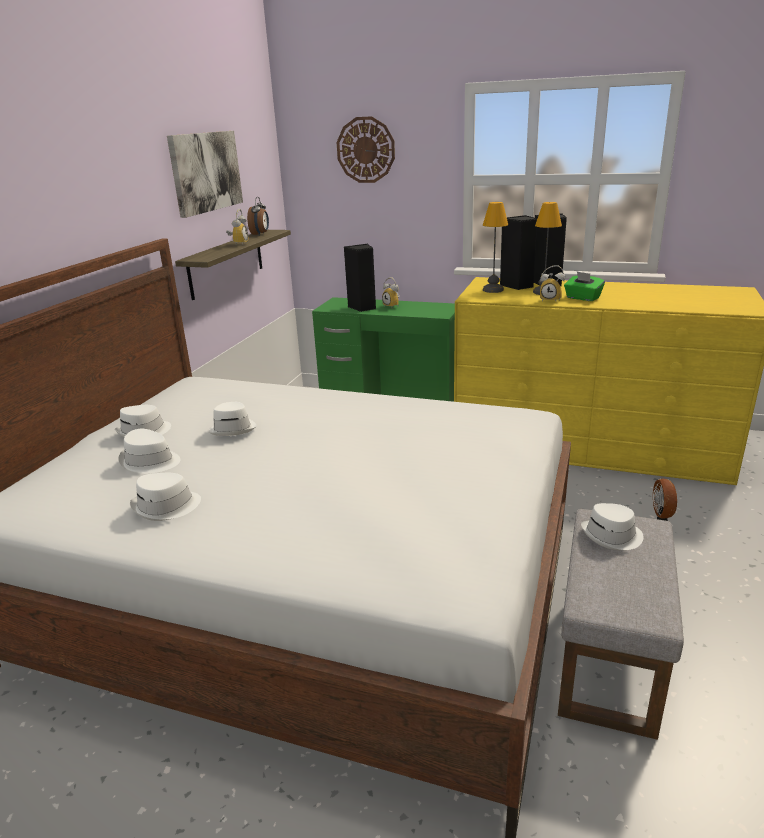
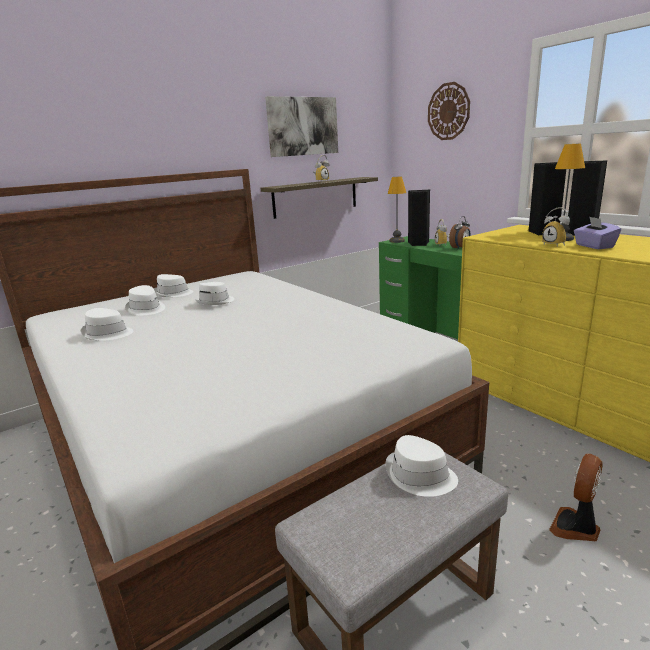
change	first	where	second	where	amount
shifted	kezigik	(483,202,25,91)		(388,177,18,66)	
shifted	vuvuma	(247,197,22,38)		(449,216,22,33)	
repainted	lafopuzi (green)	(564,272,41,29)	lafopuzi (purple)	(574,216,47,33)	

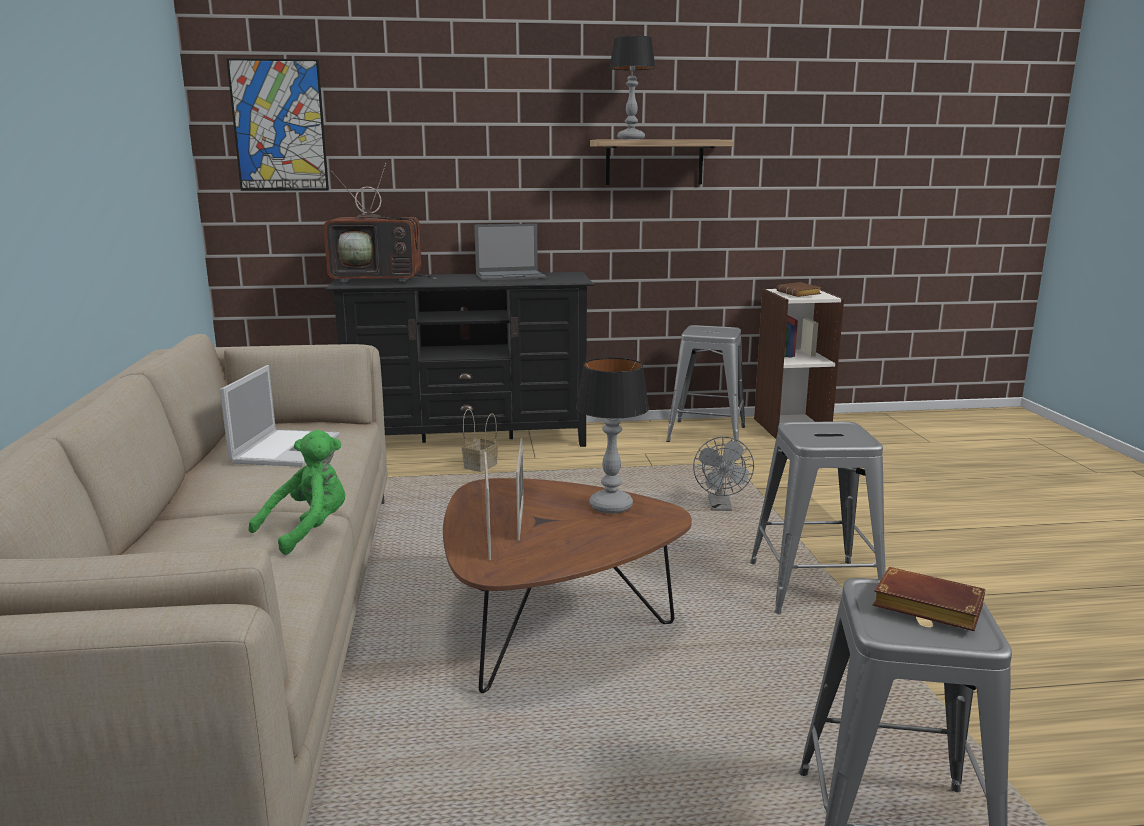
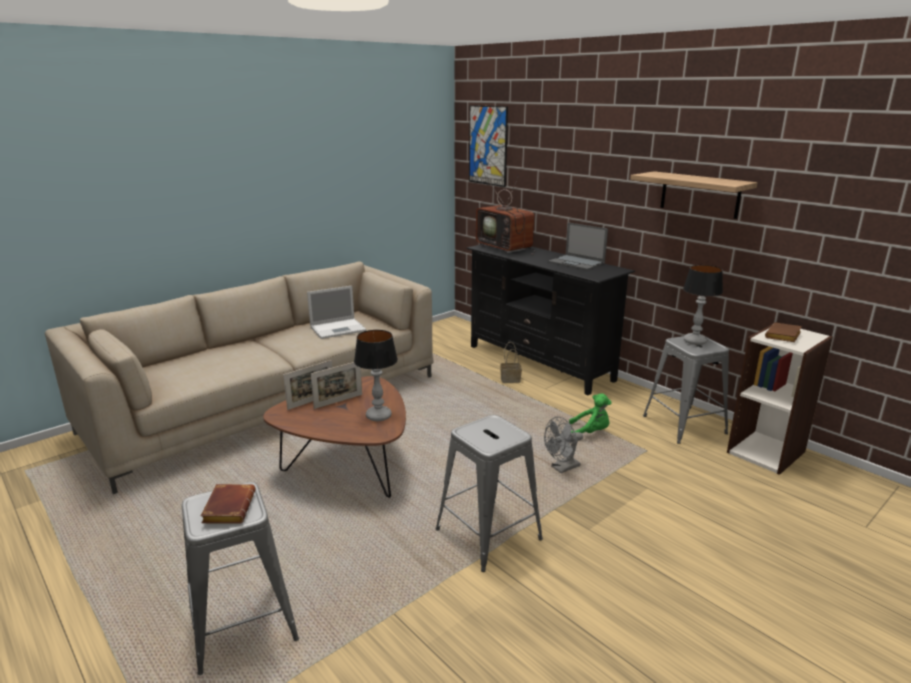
change	first	where	second	where	amount
shifted	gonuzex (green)	(248,430,97,125)		(569,394,43,40)	
shifted	kezigik	(609,36,47,103)		(683,265,40,80)	

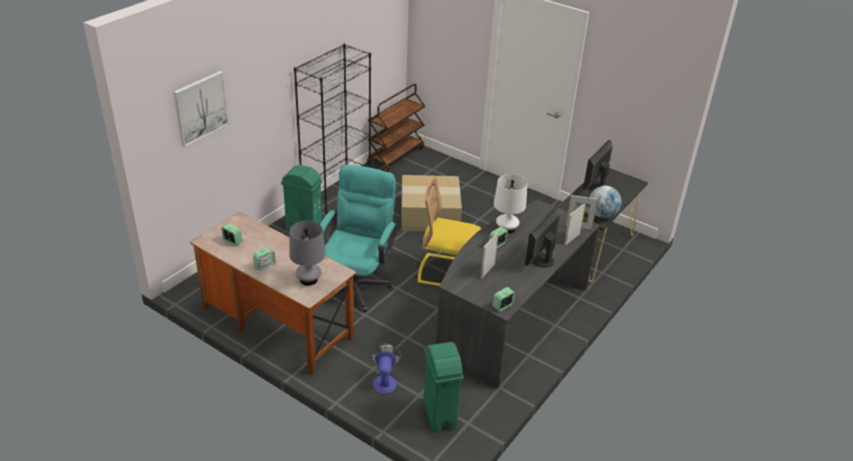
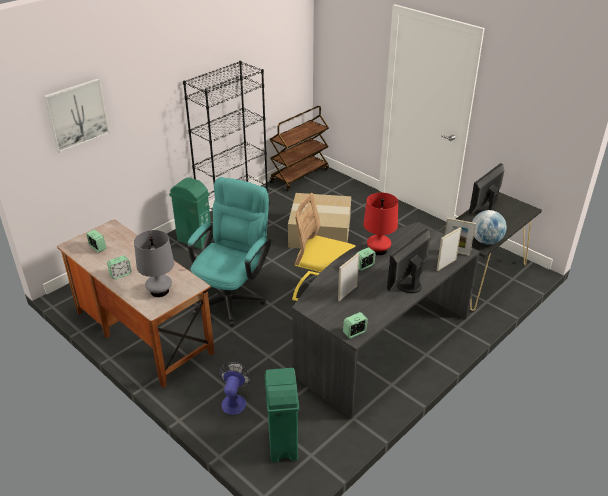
change	first	where	second	where	amount
repainted	kezigik (white)	(494,174,33,60)	kezigik (red)	(363,193,35,62)	

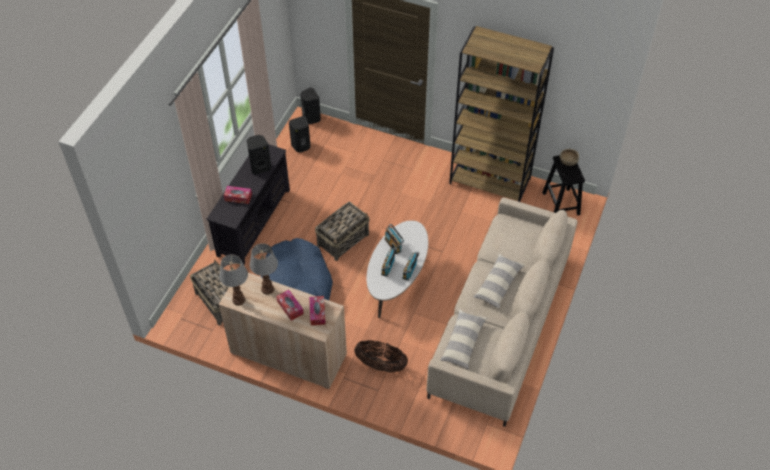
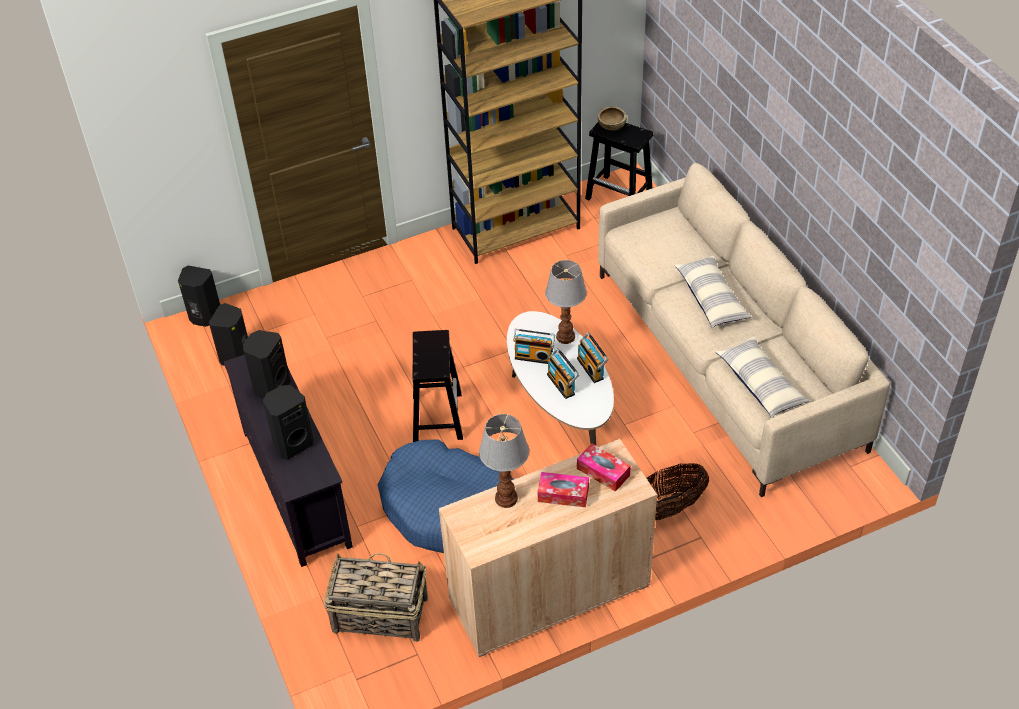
change	first	where	second	where	amount
swapped	lafopuzi	(224,186,28,18)	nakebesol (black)	(263,385,51,74)	
swapped	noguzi	(315,201,55,60)	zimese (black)	(413,330,50,112)	
shifted	kezigik	(219,255,29,51)		(545,260,42,84)	

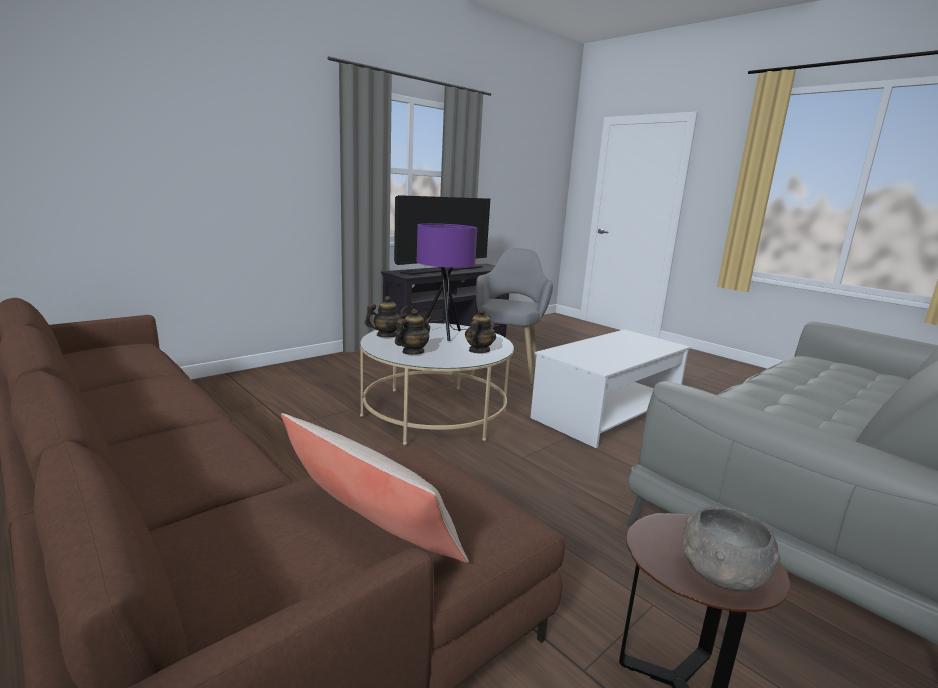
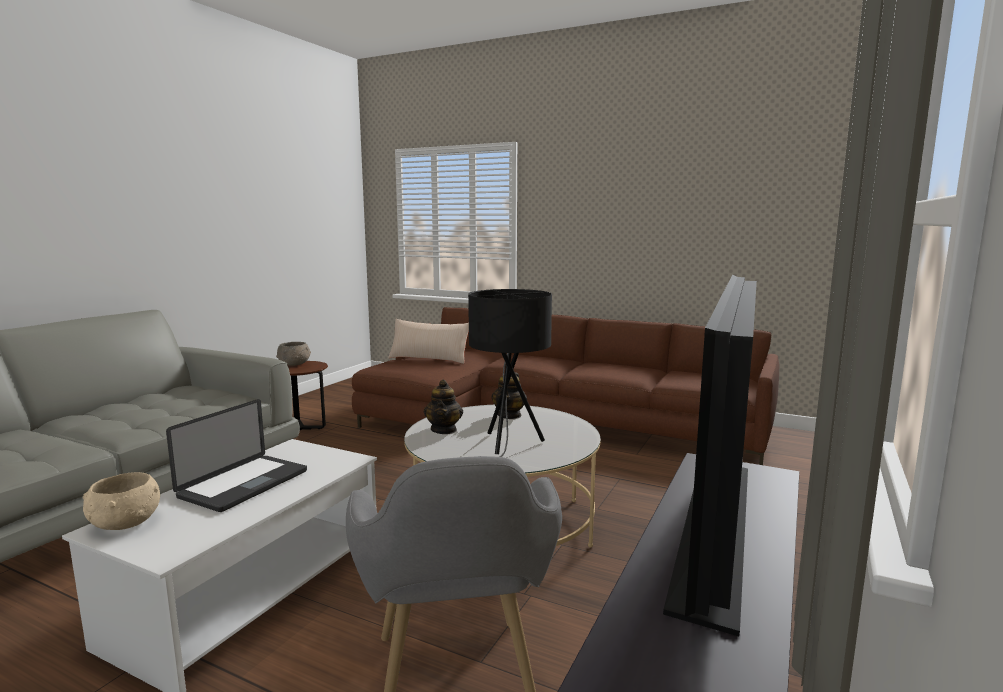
change	first	where	second	where	amount
new			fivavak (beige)	(83,472,77,58)	
new			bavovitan	(166,399,141,113)	
repainted	kezigik (purple)	(416,223,61,118)	kezigik (black)	(468,289,84,168)	
gone	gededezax	(365,296,43,41)			

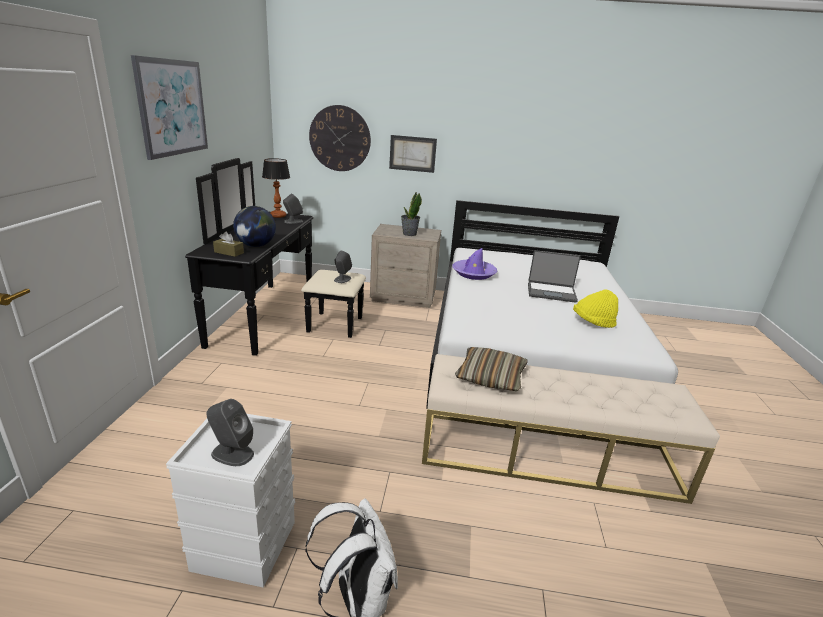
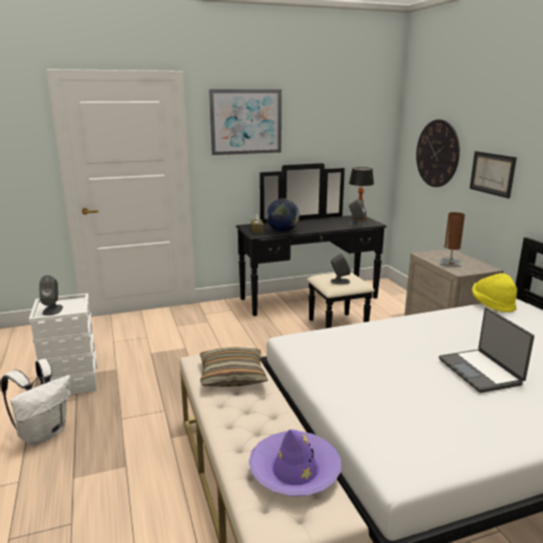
change	first	where	second	where	amount
shifted	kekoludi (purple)	(453,248,44,32)		(249,429,92,67)	
swapped	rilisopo	(401,192,21,44)	kezigik (brown)	(440,212,25,55)	
shifted	kekoludi (yellow)	(573,289,45,39)		(472,273,45,40)	

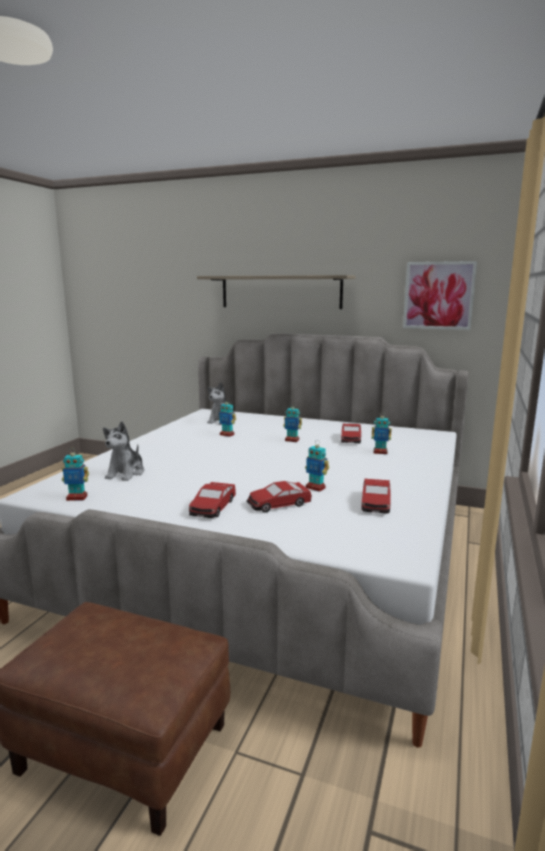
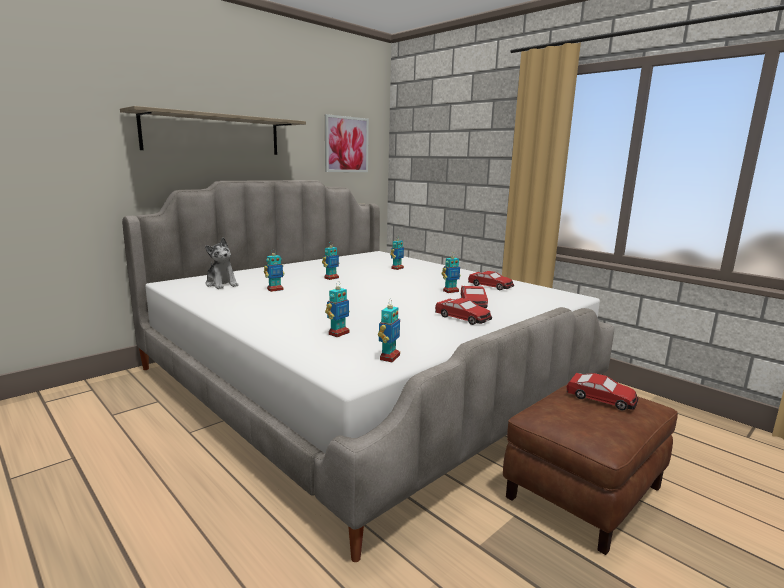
change	first	where	second	where	amount
swapped	gonuzex	(103,421,41,60)	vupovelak	(325,281,25,56)	
shifted	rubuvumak	(341,424,20,19)		(567,373,72,37)	

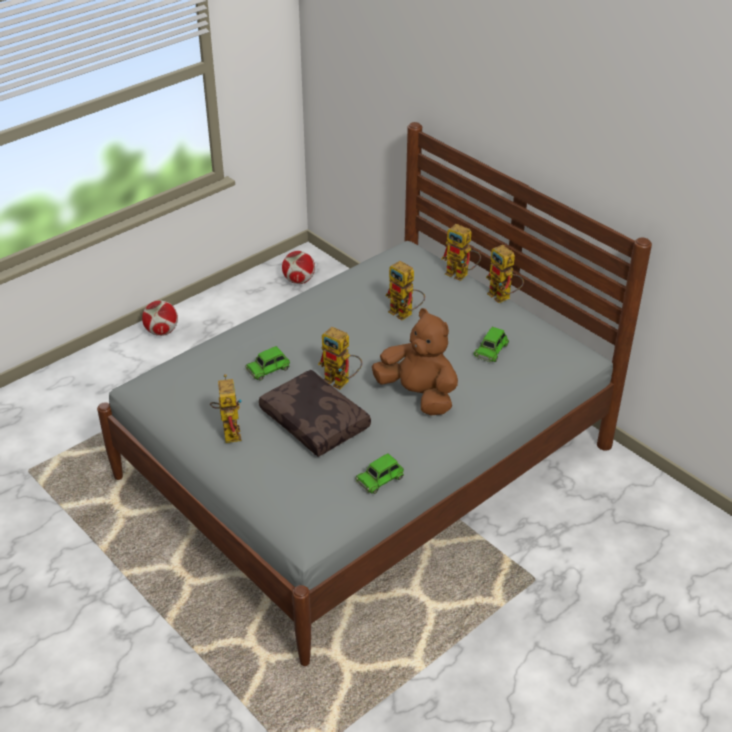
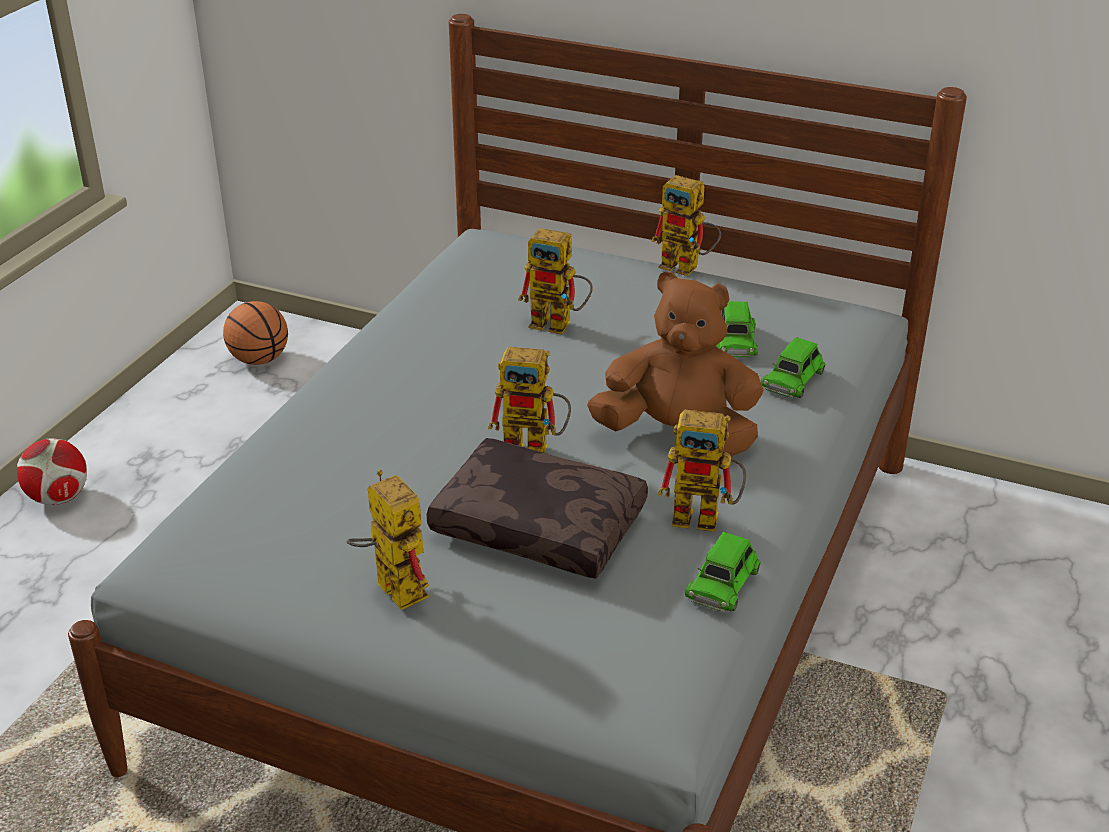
change	first	where	second	where	amount
swapped	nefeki	(282,251,33,33)	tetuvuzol	(223,301,65,64)	
shifted	vupovelak	(441,224,40,57)		(658,410,88,122)	
shifted	rubuvumak (green)	(245,346,45,35)		(761,337,65,61)	

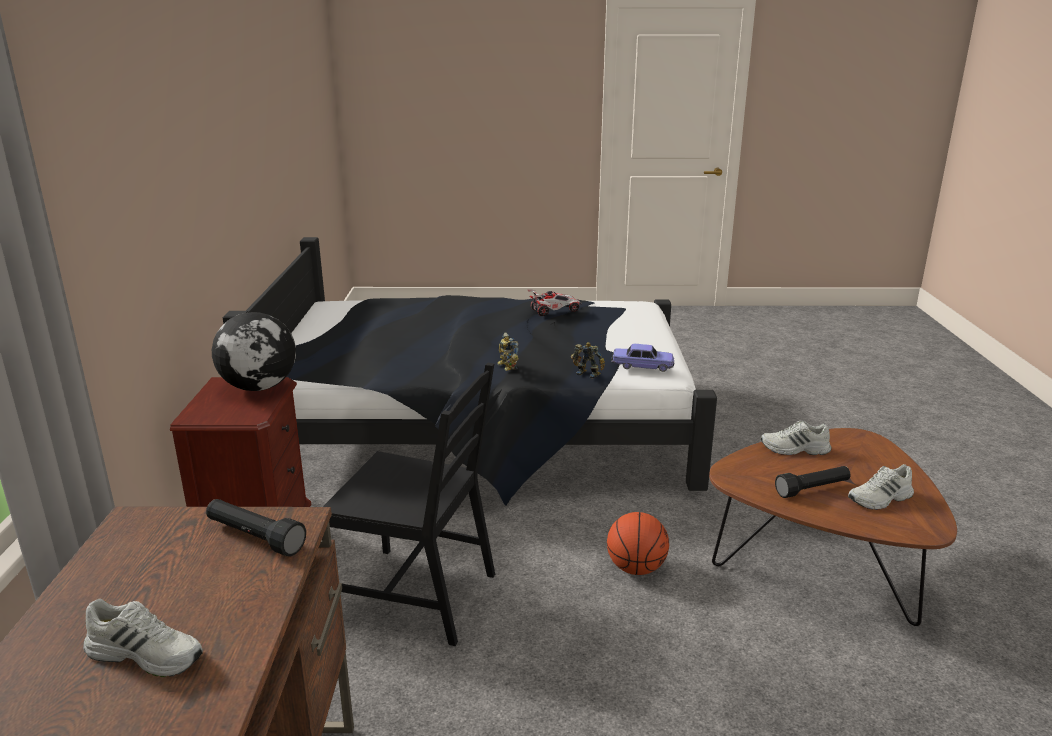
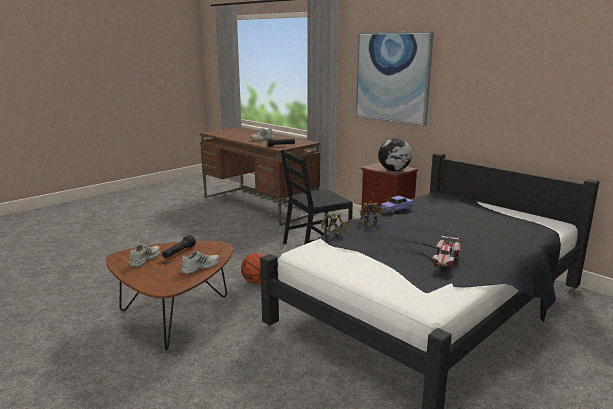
change	first	where	second	where	amount
new			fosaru	(355,32,79,94)	
shifted	rubuvumak	(611,344,63,28)		(380,196,34,17)	

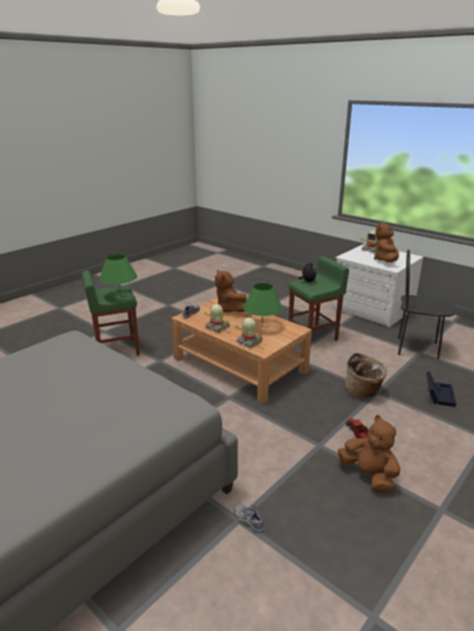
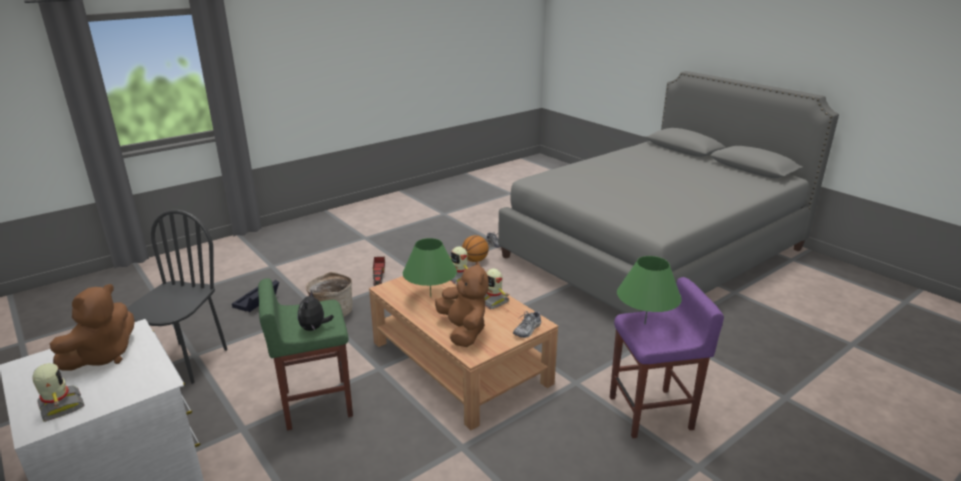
change	first	where	second	where	amount
rotated	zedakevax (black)	(398,249,58,111)		(127,210,100,174)	105 degrees counterclockwise
new			tetuvuzol	(462,235,27,27)	
repainted	zimese (green)	(82,270,58,86)	zimese (purple)	(610,277,114,161)	
gone	gonuzex (brown)	(338,415,62,78)			

